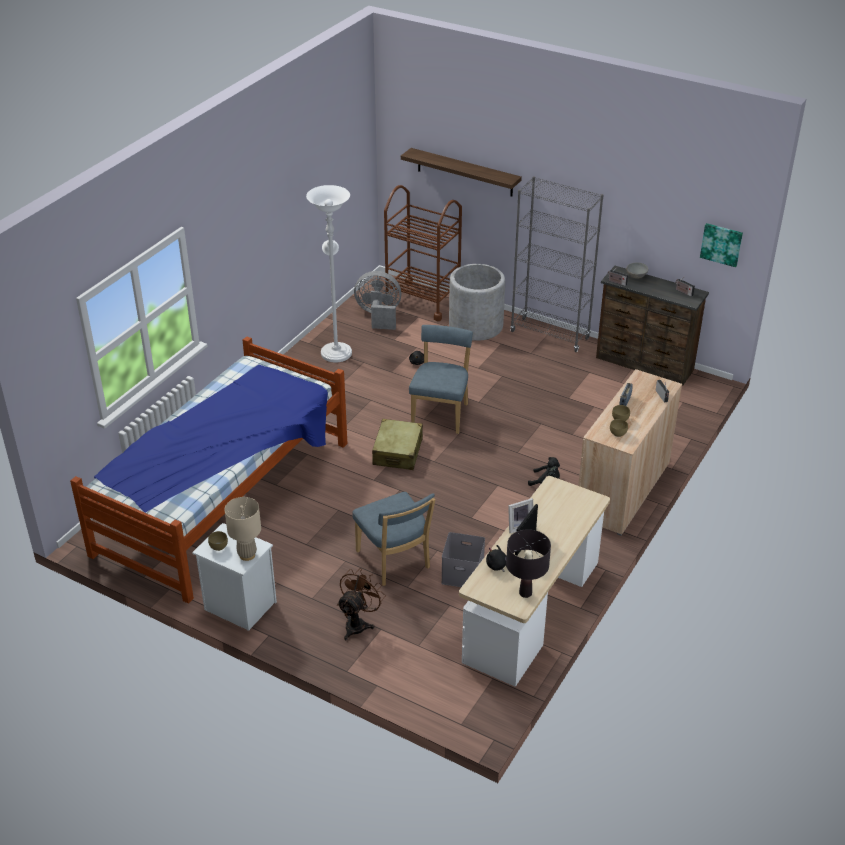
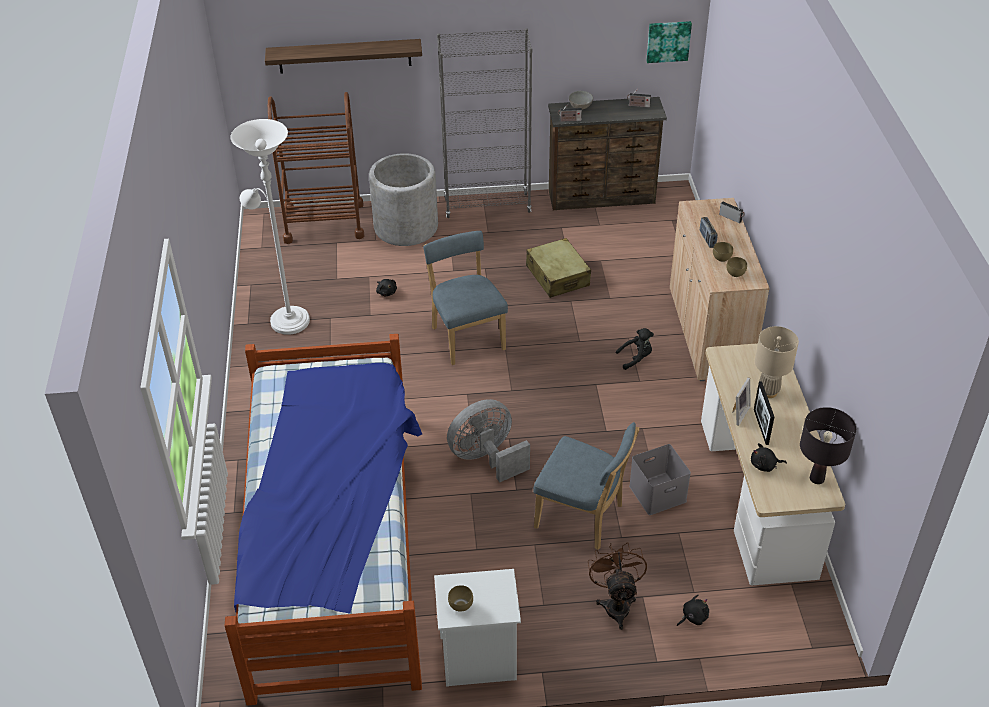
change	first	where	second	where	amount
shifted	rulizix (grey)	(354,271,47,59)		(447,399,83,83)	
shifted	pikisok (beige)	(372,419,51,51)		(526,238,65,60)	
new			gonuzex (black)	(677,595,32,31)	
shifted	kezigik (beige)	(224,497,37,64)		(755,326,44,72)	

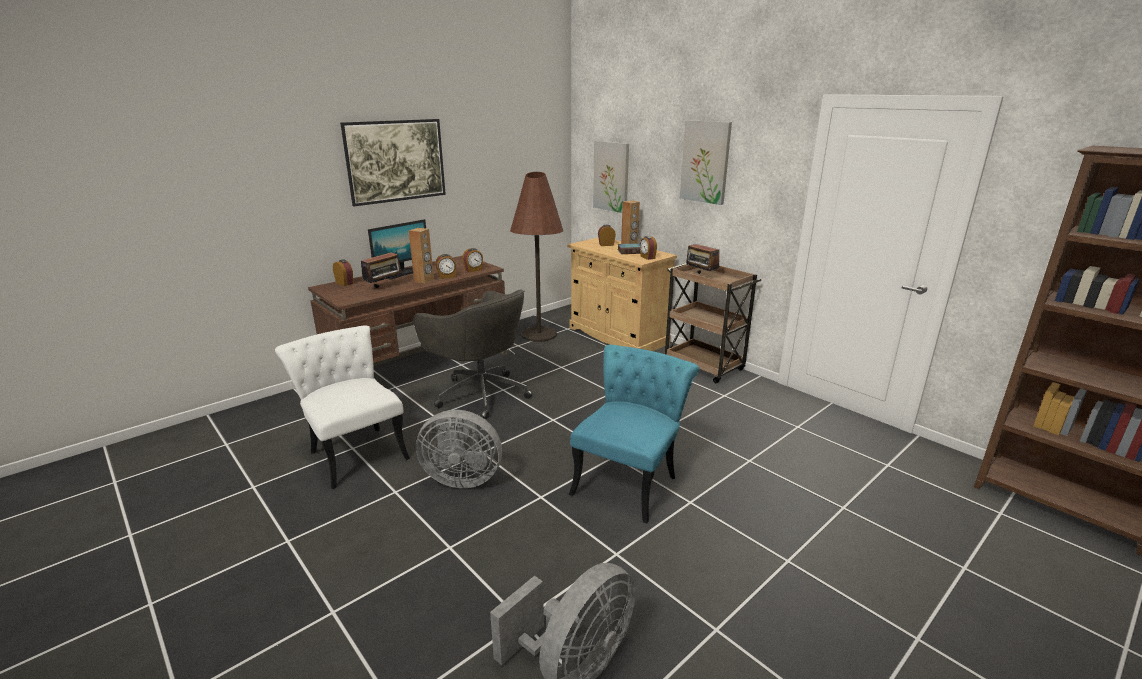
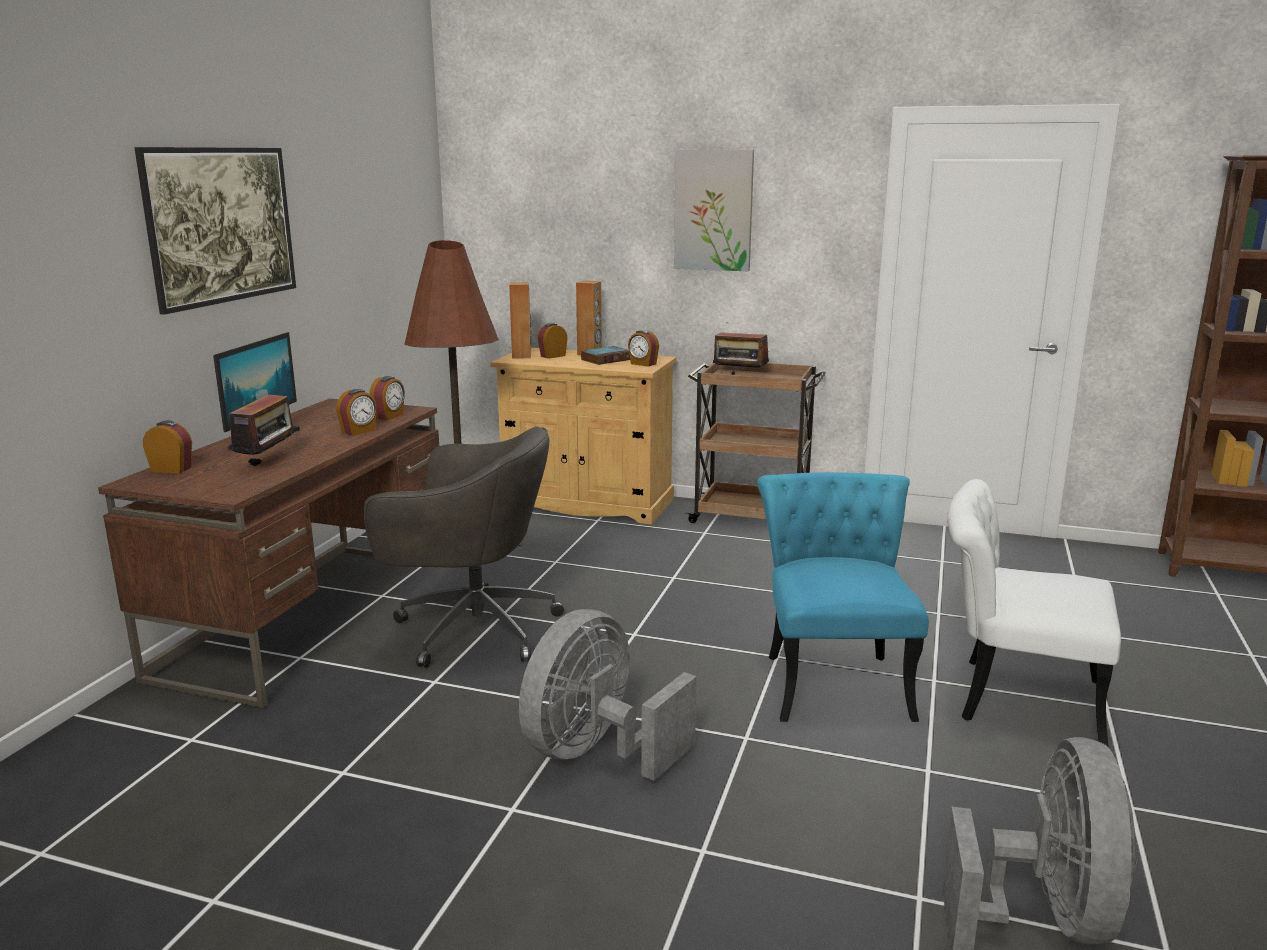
change	first	where	second	where	amount
shifted	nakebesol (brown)	(409,228,25,56)		(509,282,23,77)	
rotated	rulizix (grey)	(416,410,86,78)		(519,609,178,172)	150 degrees clockwise
shifted	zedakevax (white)	(275,325,135,164)		(947,479,174,269)	
gone	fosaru	(593,141,36,72)			

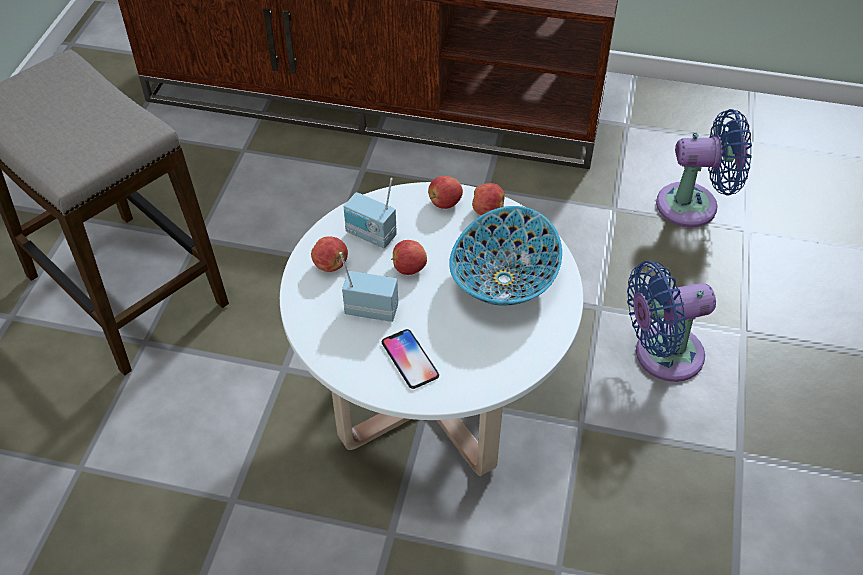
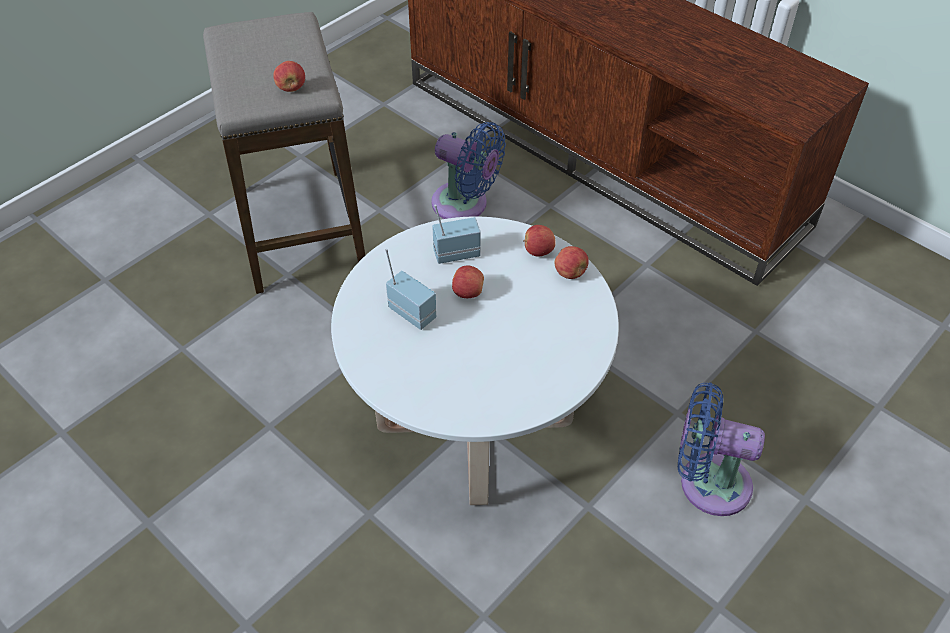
change	first	where	second	where	amount
shifted	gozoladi	(311,237,37,35)		(273,61,32,31)	
shifted	rulizix (blue)	(656,109,96,118)		(431,122,75,97)	
rotated	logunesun	(344,178,53,71)		(432,205,49,59)	105 degrees clockwise
gone	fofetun	(382,329,57,60)			
gone	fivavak	(449,206,113,100)			

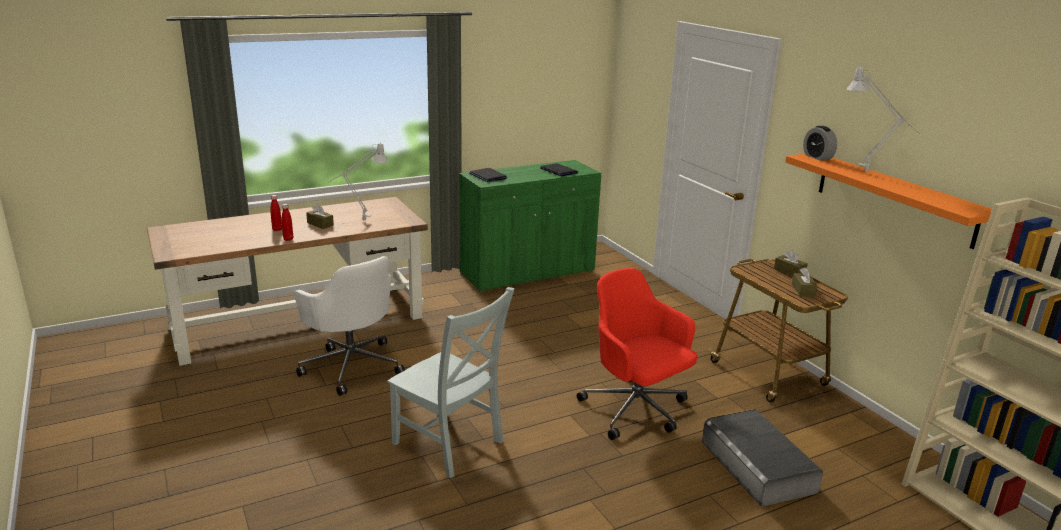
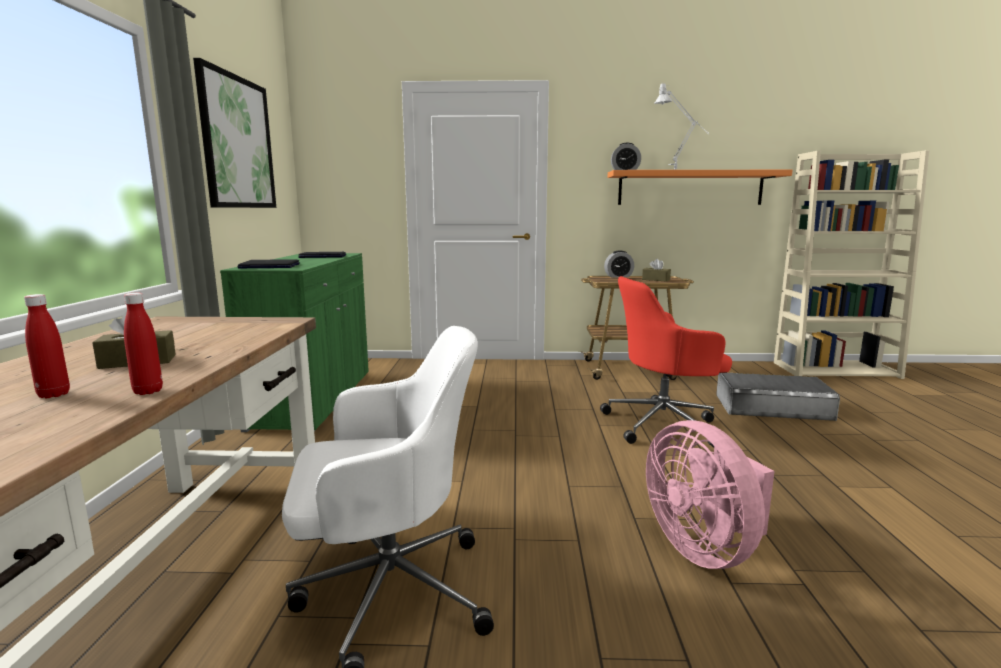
change	first	where	second	where	amount
new			fosaru	(193,58,83,150)	
swapped	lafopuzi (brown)	(774,250,34,26)	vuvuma	(604,250,30,28)	
swapped	zedakevax (grey)	(387,287,128,191)	rulizix (pink)	(646,420,128,149)	
gone	kezigik (grey)	(328,142,61,78)			

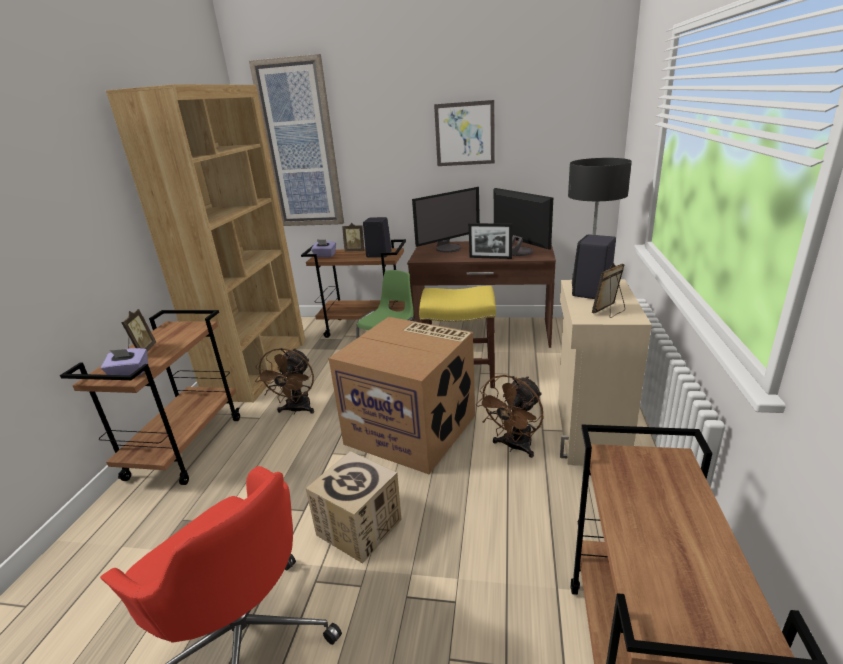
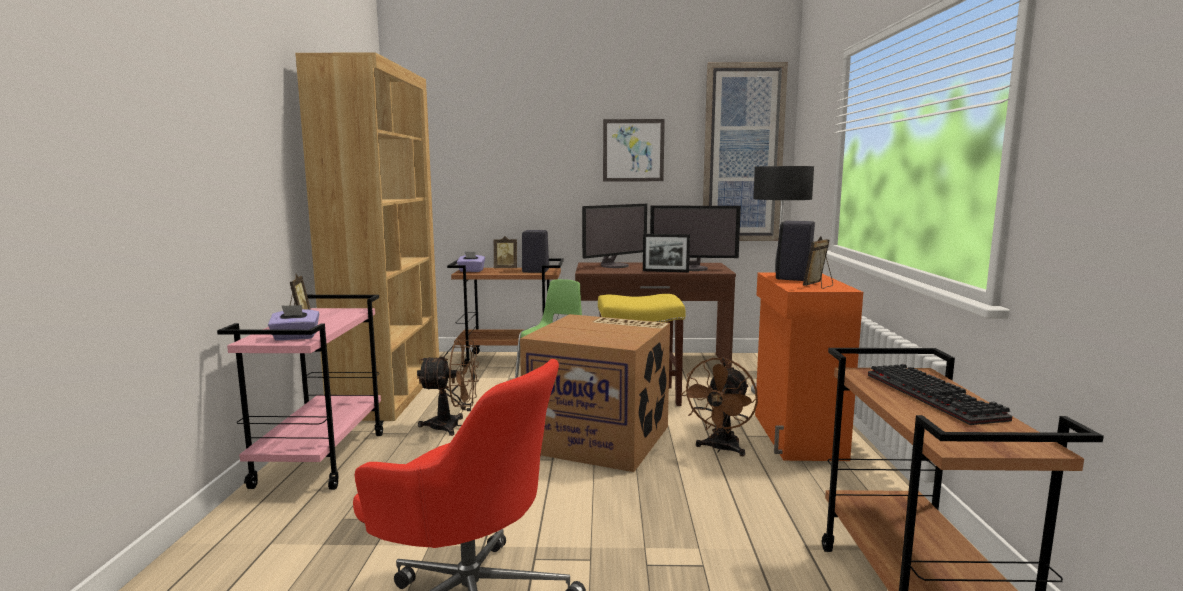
change	first	where	second	where	amount
repainted	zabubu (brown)	(60,310,180,175)	zabubu (pink)	(217,295,166,195)	
rotated	rulizix (brown)	(255,348,59,66)		(417,340,62,96)	90 degrees counterclockwise
rotated	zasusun	(494,188,59,68)		(650,206,91,65)	135 degrees clockwise
shifted	fosaru	(249,54,95,172)		(703,62,85,179)	
repainted	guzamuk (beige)	(558,279,94,187)	guzamuk (orange)	(755,273,108,188)	
new			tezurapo	(868,364,144,61)	
gone	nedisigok	(306,451,96,113)			

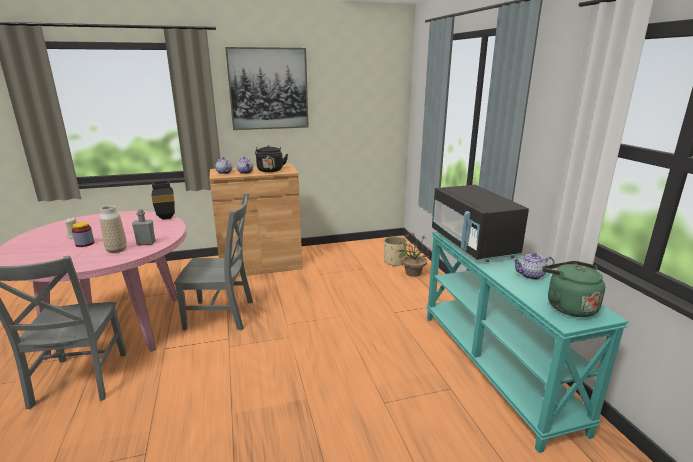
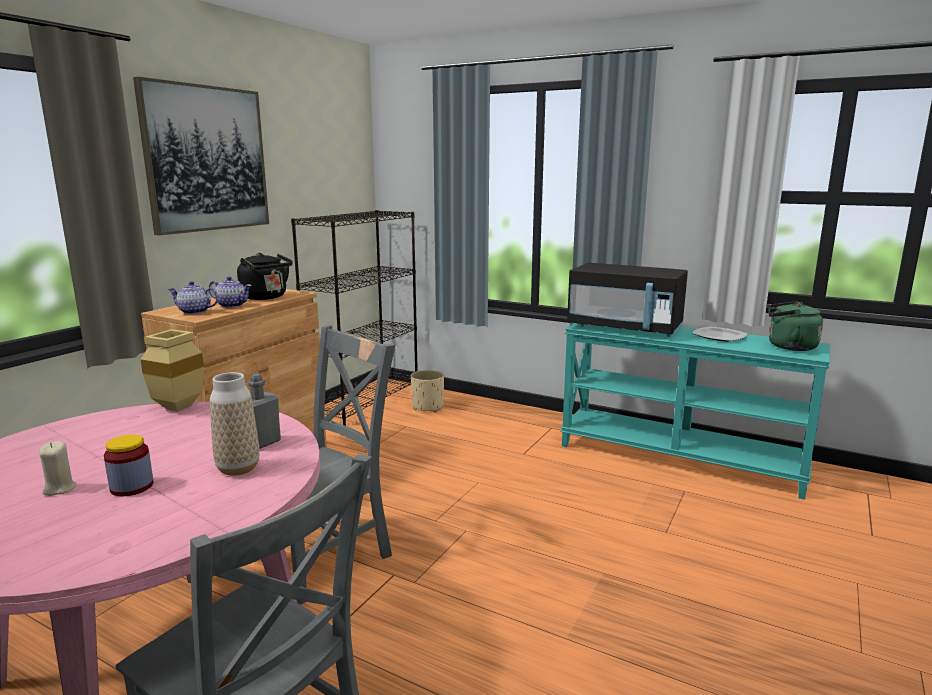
change	first	where	second	where	amount
repainted	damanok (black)	(151,180,24,40)	damanok (beige)	(140,329,64,83)	
new			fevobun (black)	(291,210,127,216)	
swapped	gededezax	(513,252,42,28)	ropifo	(692,327,55,15)	
gone	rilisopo	(398,232,33,45)			

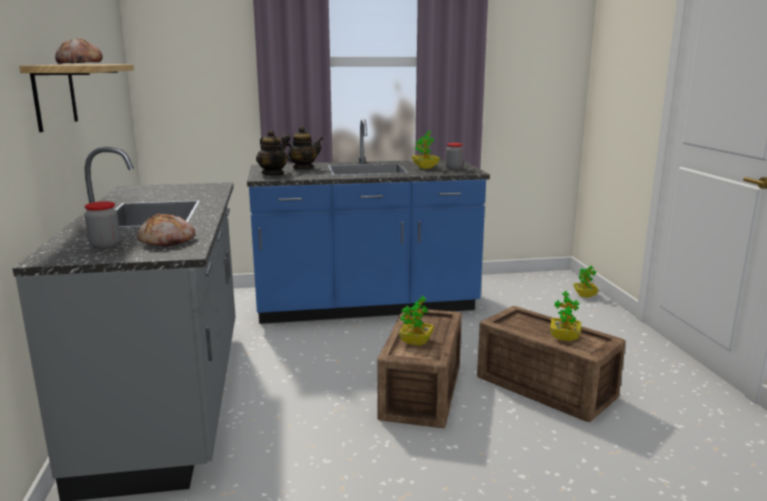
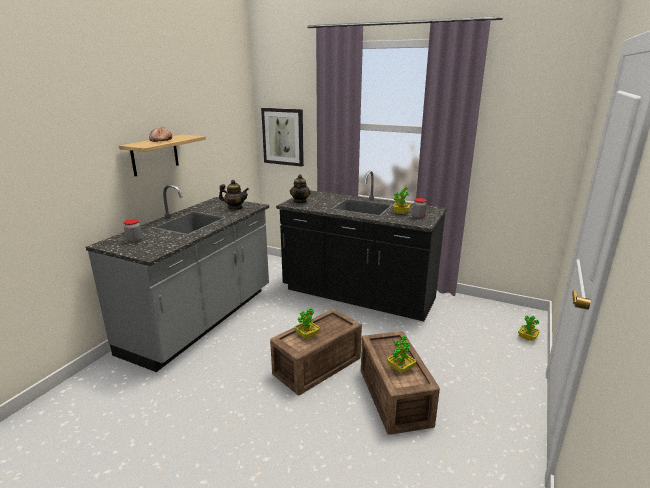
change	first	where	second	where	amount
shifted	gededezax	(282,127,41,42)		(219,180,30,30)	
new			fosaru	(261,108,43,59)	
repainted	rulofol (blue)	(247,118,243,206)	rulofol (black)	(276,171,171,150)	
gone	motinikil	(137,213,58,33)			

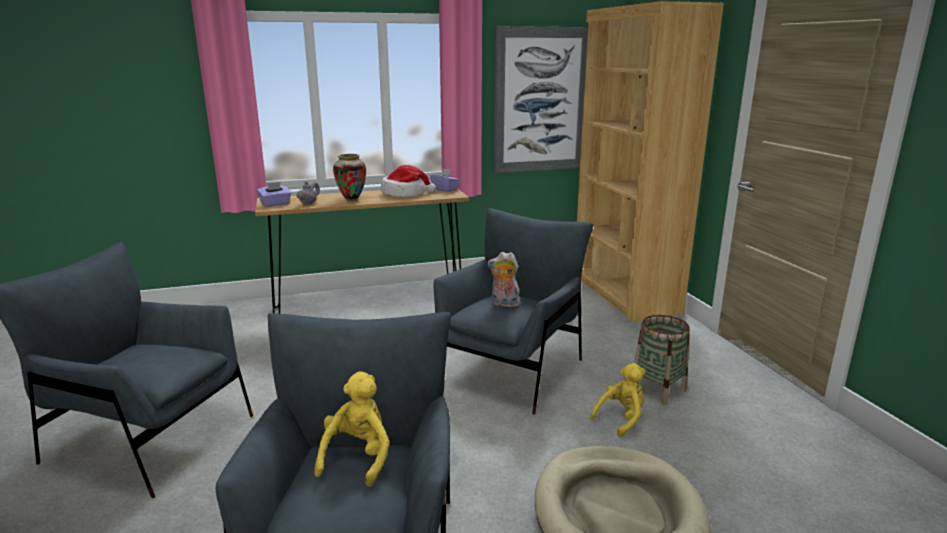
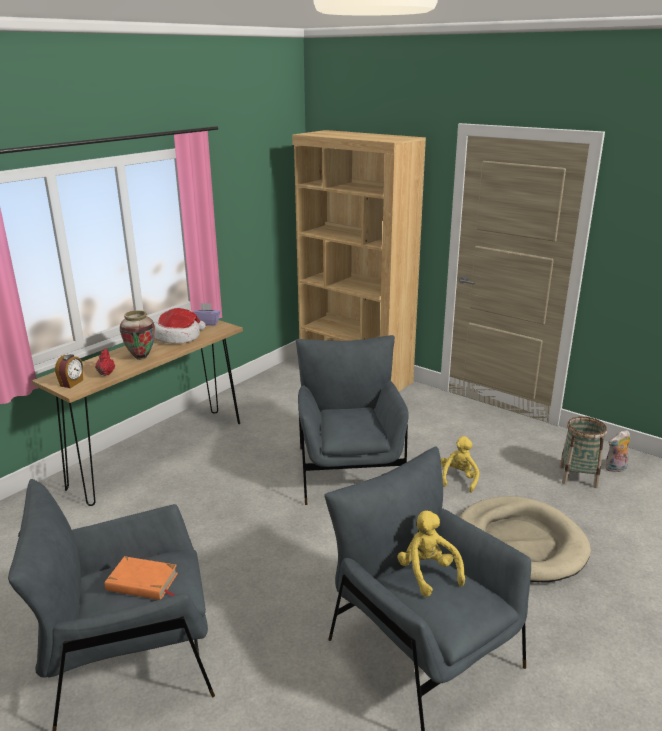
change	first	where	second	where	amount
swapped	lafopuzi (purple)	(257,182,34,25)	vuvuma	(55,354,28,34)	
repainted	gededezax (grey)	(297,181,23,24)	gededezax (red)	(95,349,20,27)	
new			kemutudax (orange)	(104,556,74,44)	
shifted	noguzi	(634,315,56,90)		(559,416,48,72)	
shifted	gonuzex	(488,252,32,55)		(605,430,25,42)	
gone	fosaru	(494,26,94,147)			

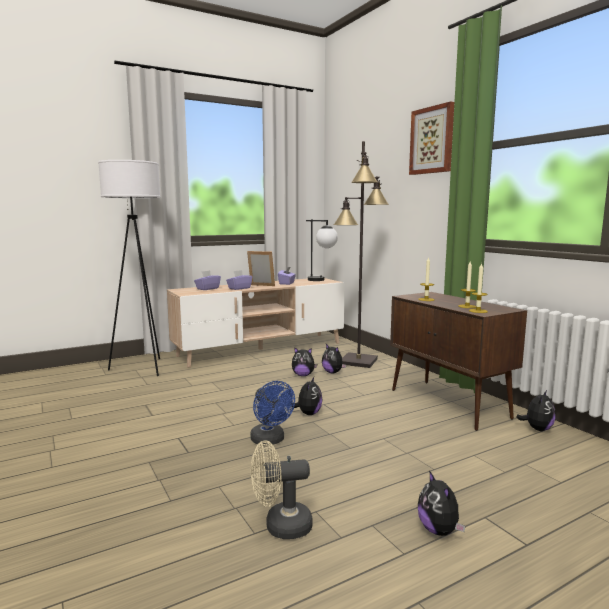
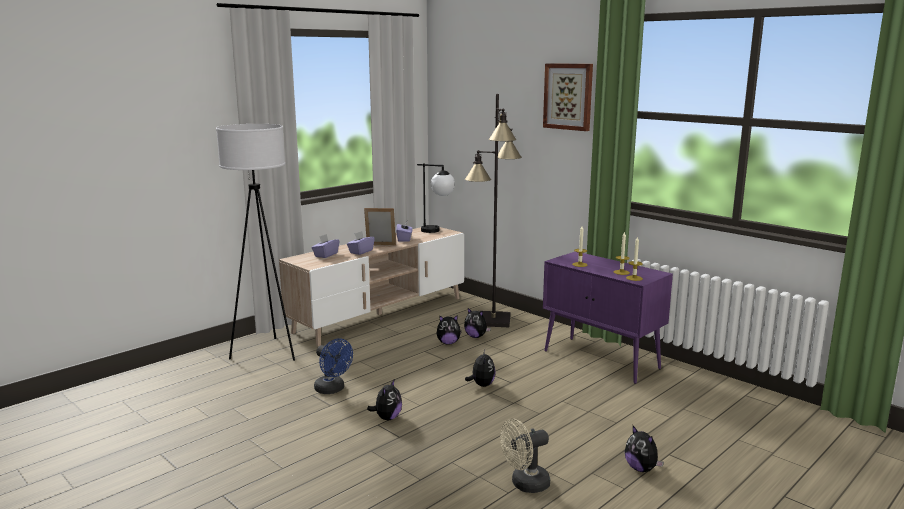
change	first	where	second	where	amount
shifted	rulizix (blue)	(250,381,45,65)		(314,339,39,55)	
shifted	gonuzex	(516,390,40,41)		(367,380,35,40)	
repainted	guzamuk (brown)	(390,292,137,139)	guzamuk (purple)	(543,252,130,132)	

